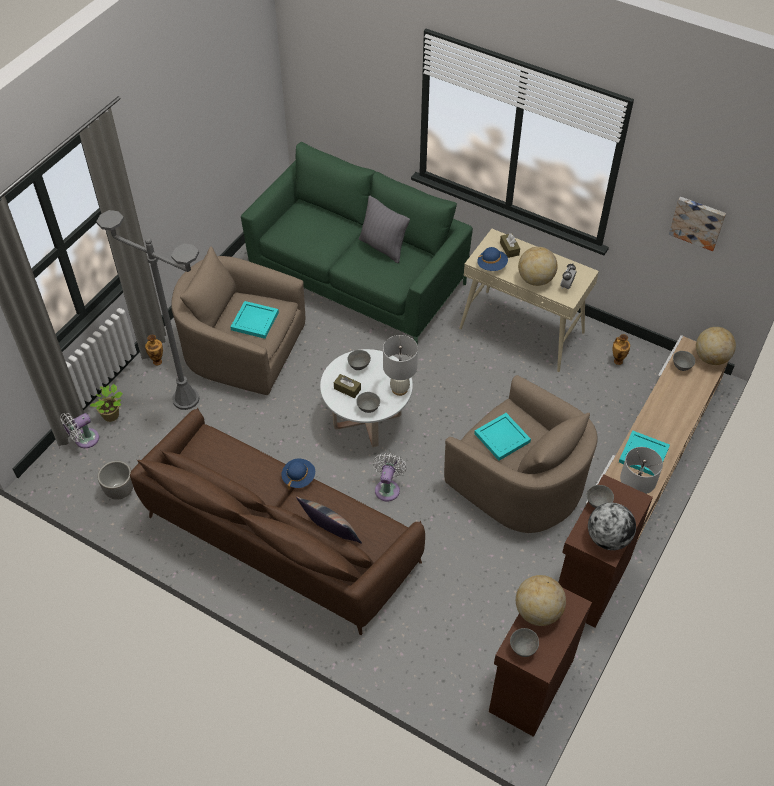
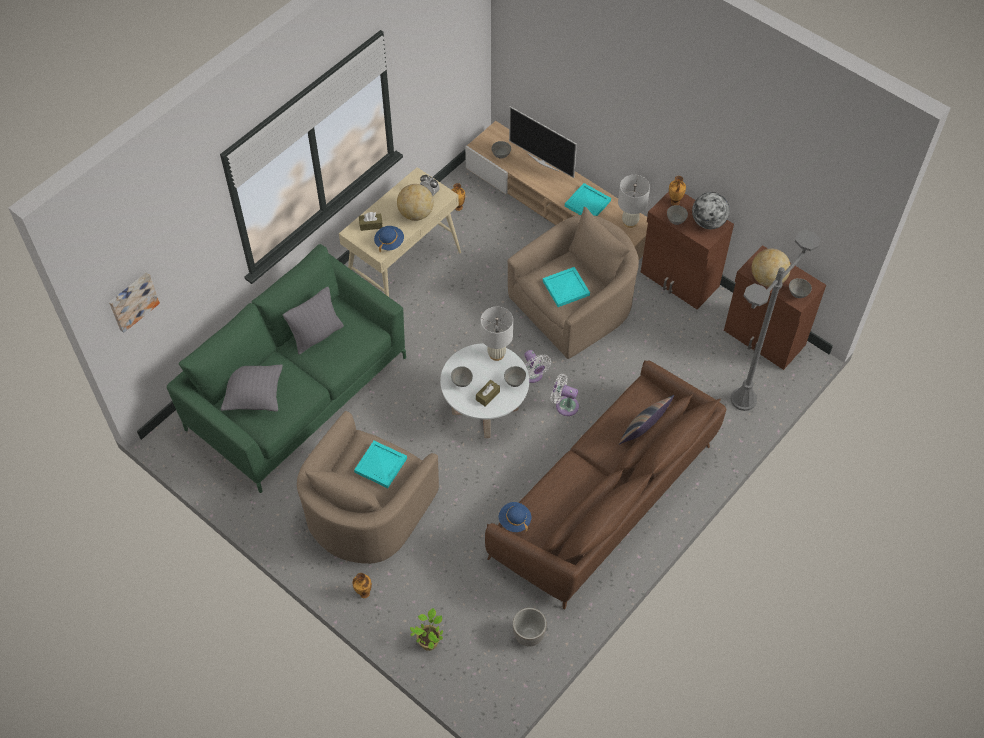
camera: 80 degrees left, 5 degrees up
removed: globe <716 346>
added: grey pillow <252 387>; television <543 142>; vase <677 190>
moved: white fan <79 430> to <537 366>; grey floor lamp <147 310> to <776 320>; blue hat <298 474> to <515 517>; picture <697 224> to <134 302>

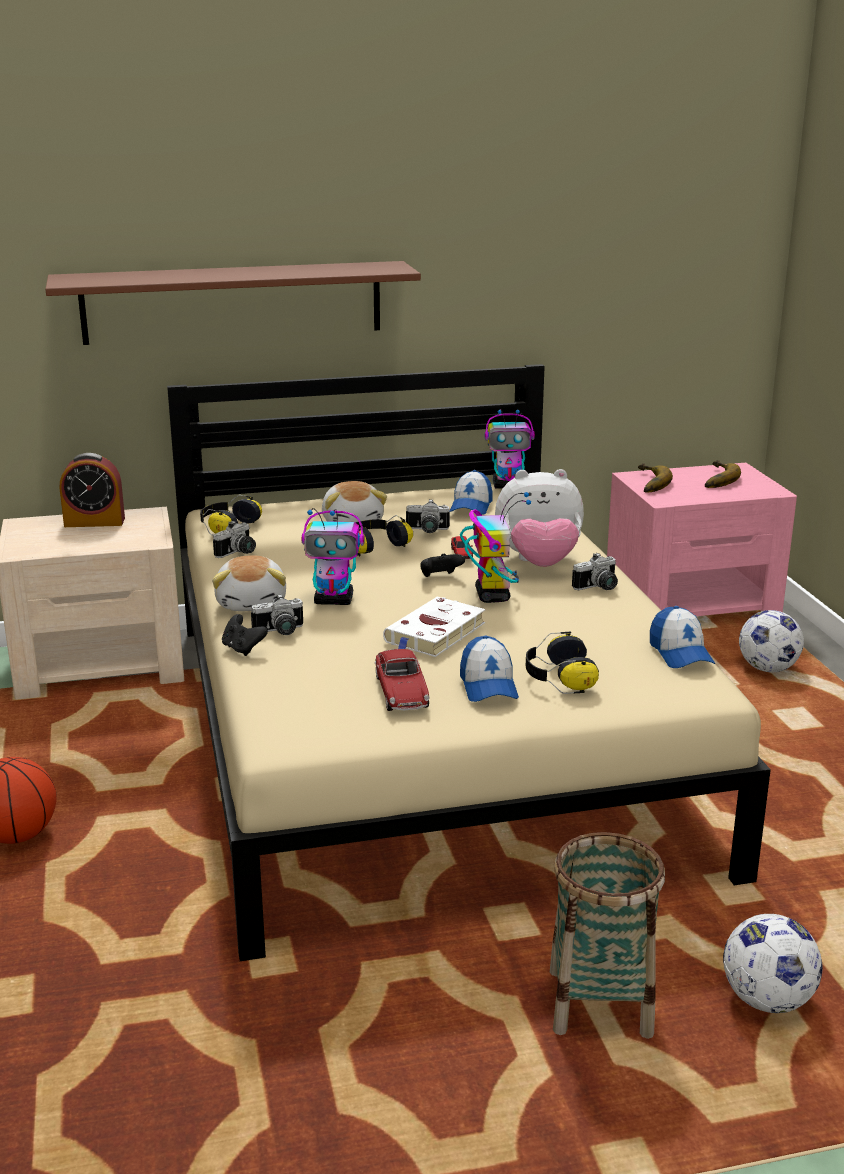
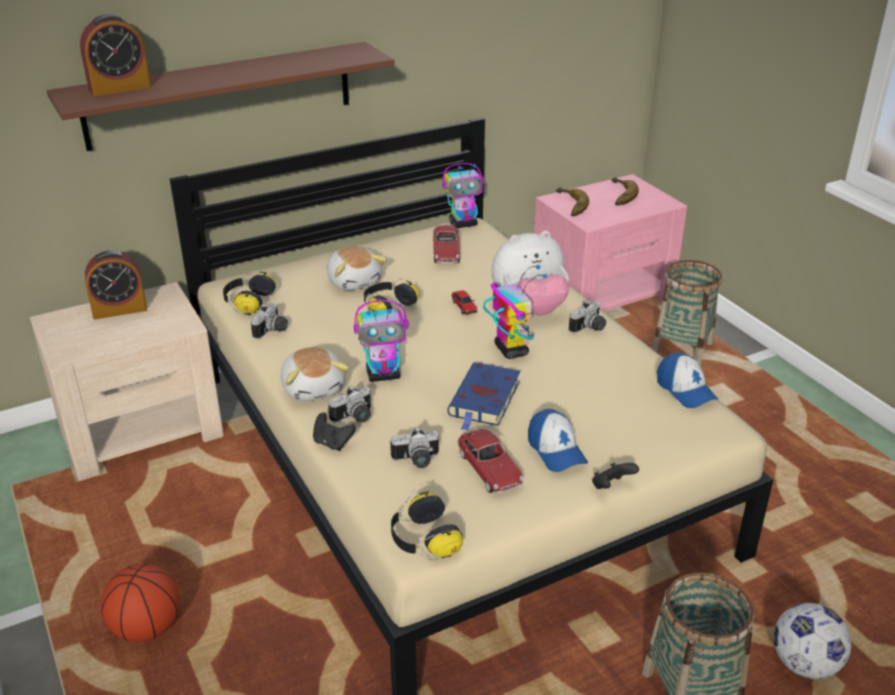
camera: 15 degrees left, 10 degrees up
added: alarm clock <115 55>
moved: photo camera <428 516> to <414 447>; black game controller <442 565> to <615 476>; headphones <562 663> to <427 526>
replaced: cap <471 492> to toy car <446 244>; football <771 641> to basket <687 313>
recoloured: white book <434 627> to blue book <483 396>

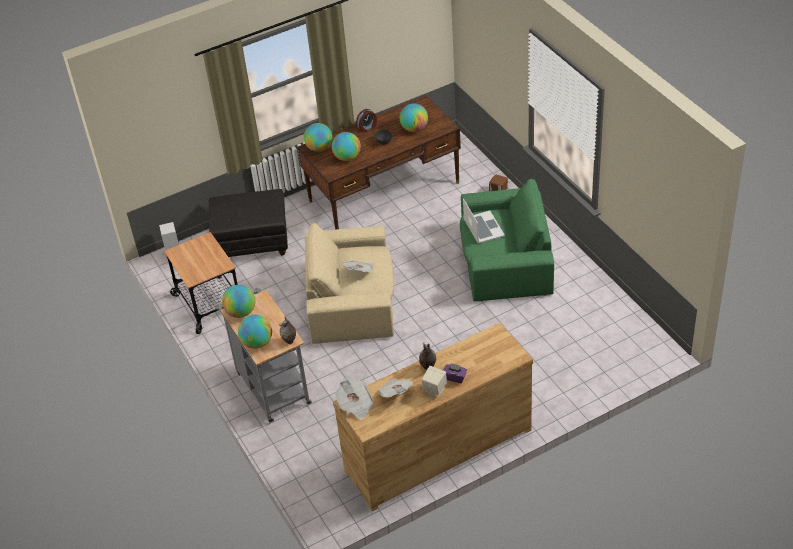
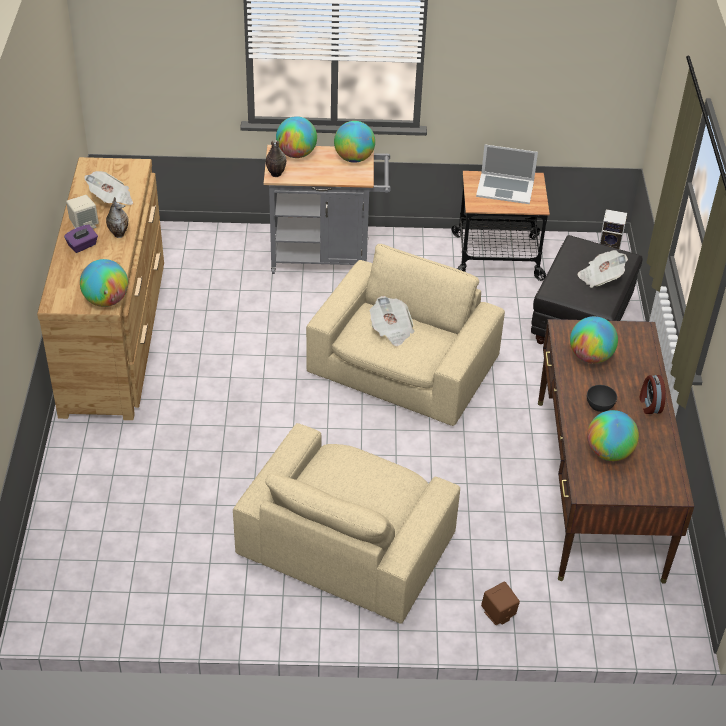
camera: 115 degrees right, 0 degrees up
moved: globe <318 137> to <104 283>; newspaper <354 399> to <603 269>; laptop <484 221> to <507 174>
recoloured: green armchair <507 240> to beige armchair <346 523>

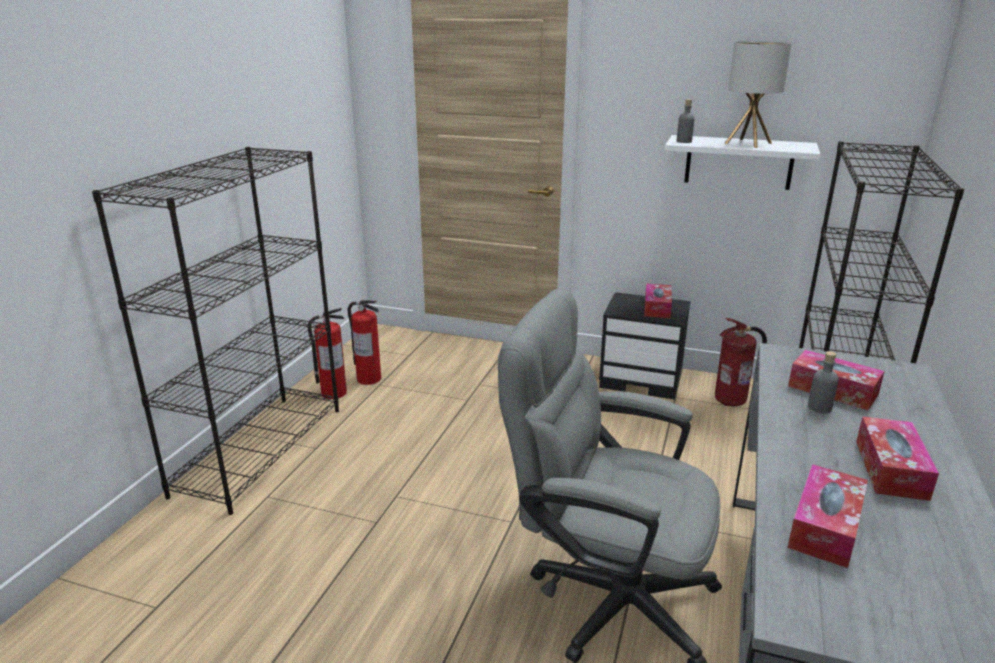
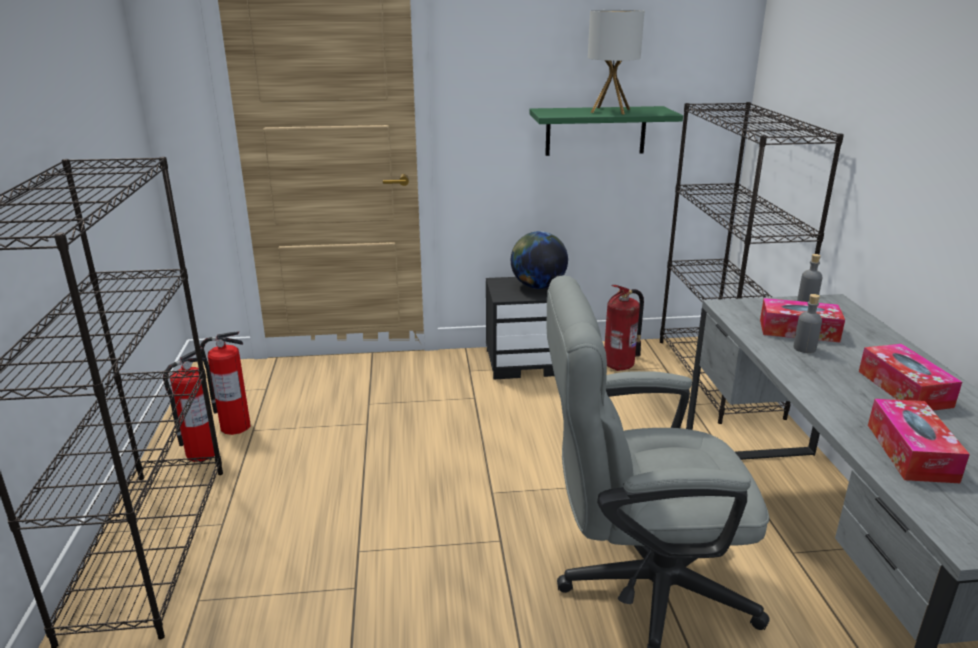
camera: 25 degrees left, 0 degrees up
moved: grey bottle <686 121> to <810 278>
replaced: tissue box <658 300> to globe <539 260>
recoloured: white shelf <743 162> to green shelf <606 131>

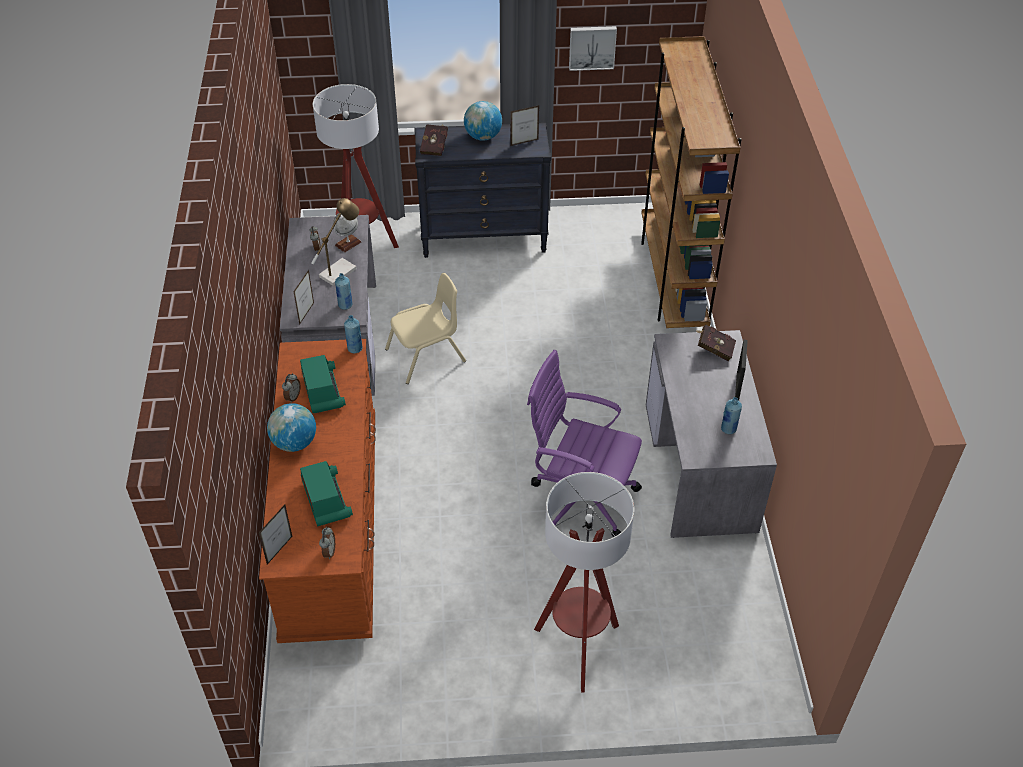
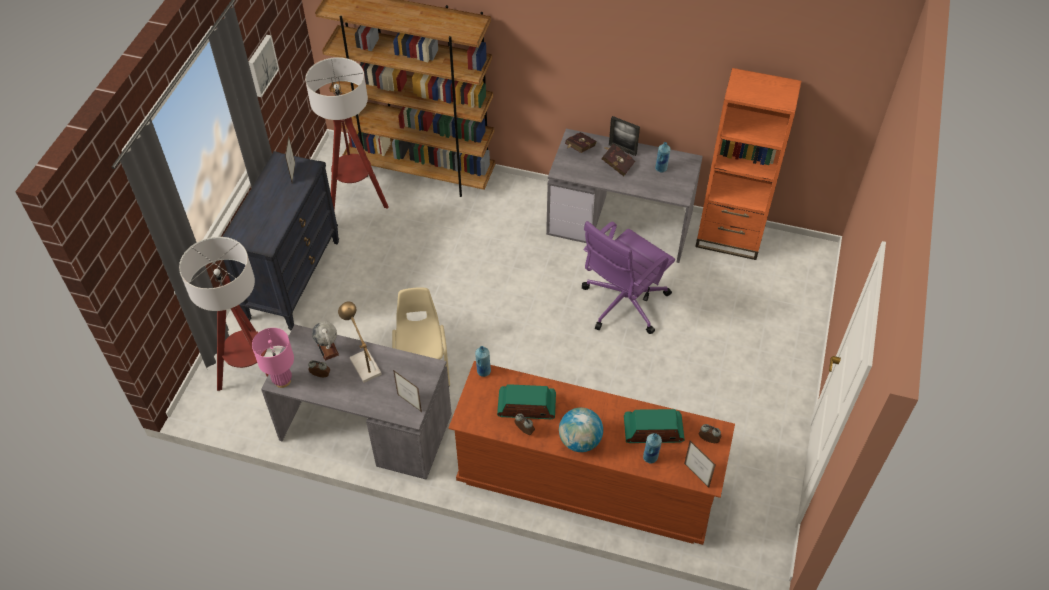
camera: 70 degrees left, 5 degrees up
removed: globe <483 121>
added: pink table lamp <273 358>; orange bookcase <748 164>
moved: blue bottle <343 291> to <652 448>; red book <434 140> to <618 160>; floor lamp <584 582> to <347 134>

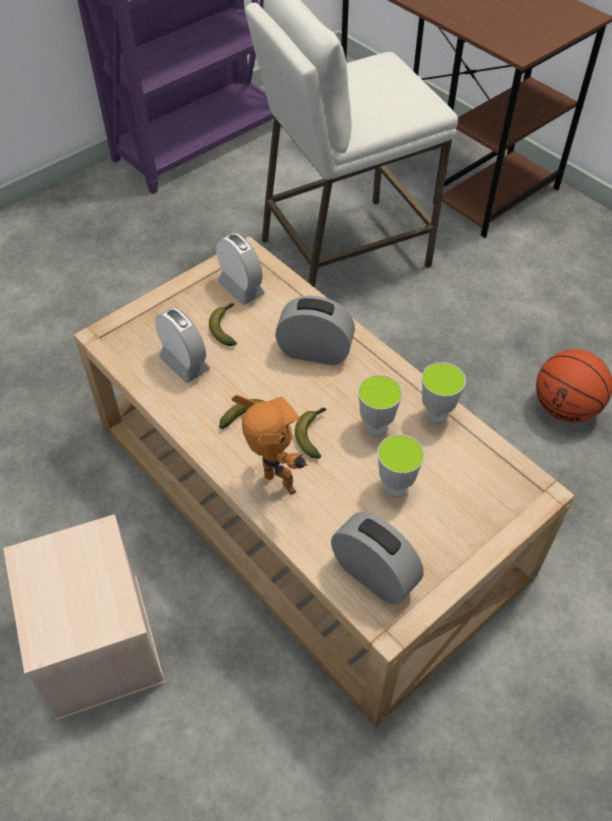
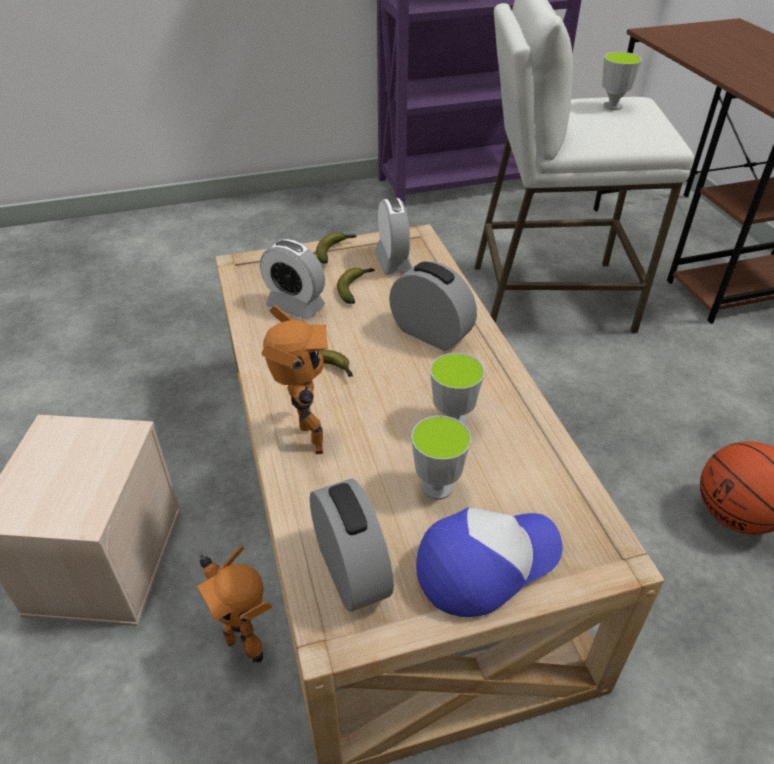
camera: 25 degrees right, 10 degrees down
added: toy robot <234 605>; cap <489 562>
moved: banana <311 433> to <336 248>; cup <444 392> to <622 81>
turned: alarm clock <182 345> = <292 279> 135 degrees clockwise

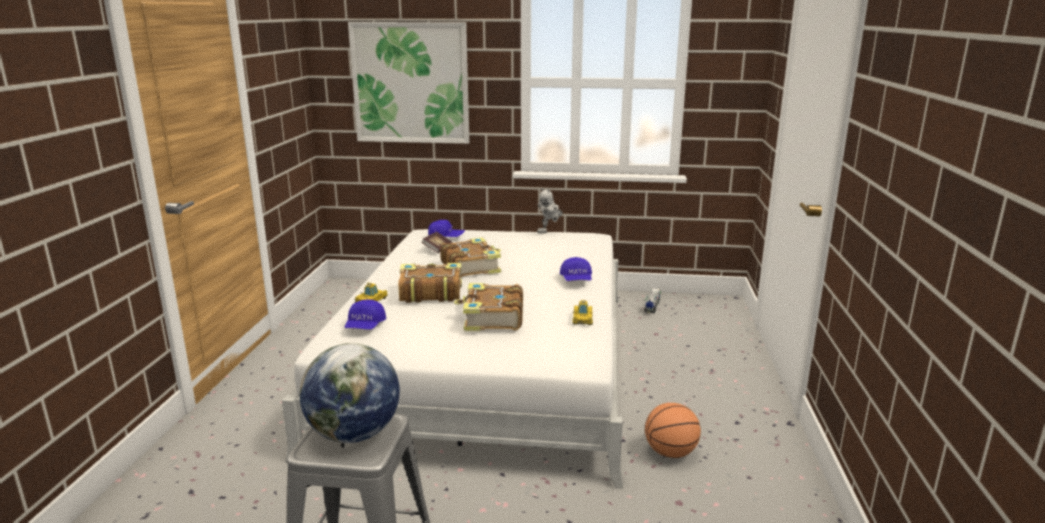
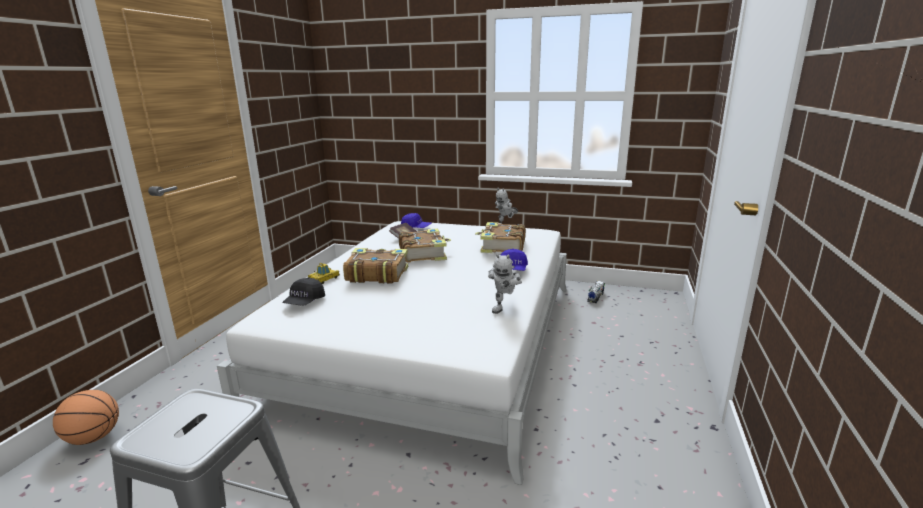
camera: 10 degrees right, 0 degrees up
removed: globe <350 393>; picture <408 83>
moved: book <488 307> to <500 237>; basketball <673 430> to <86 417>
replaced: toy car <583 312> to toy robot <505 284>
recoloured: blue cap <365 314> to black cap <303 292>

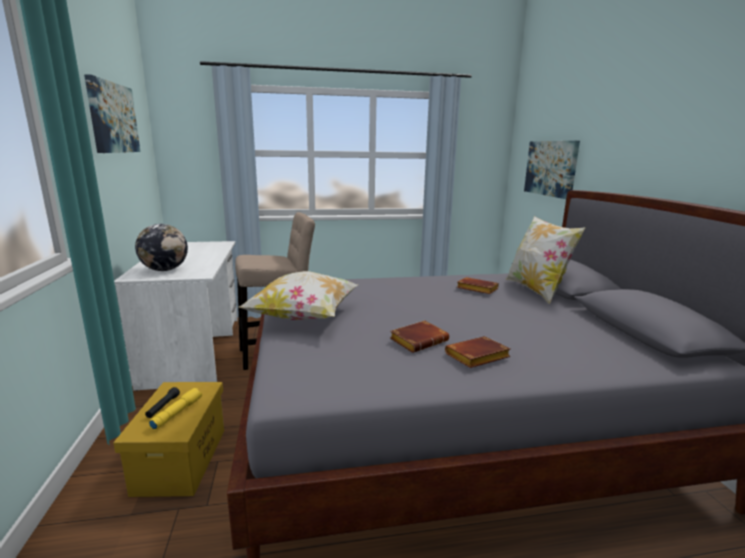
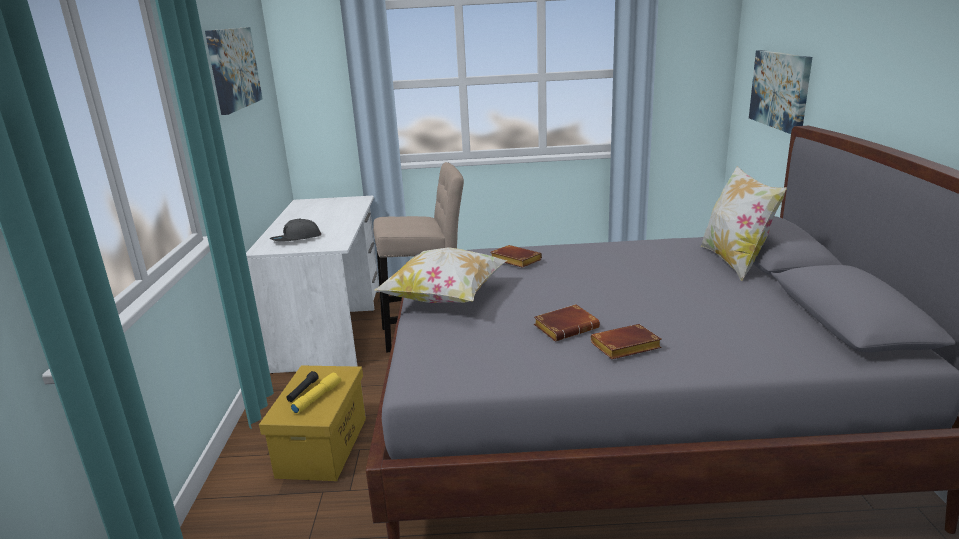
camera: 10 degrees right, 5 degrees up
moved: brown book <477 285> to <516 256>
replaced: globe <161 247> to grey cap <295 229>

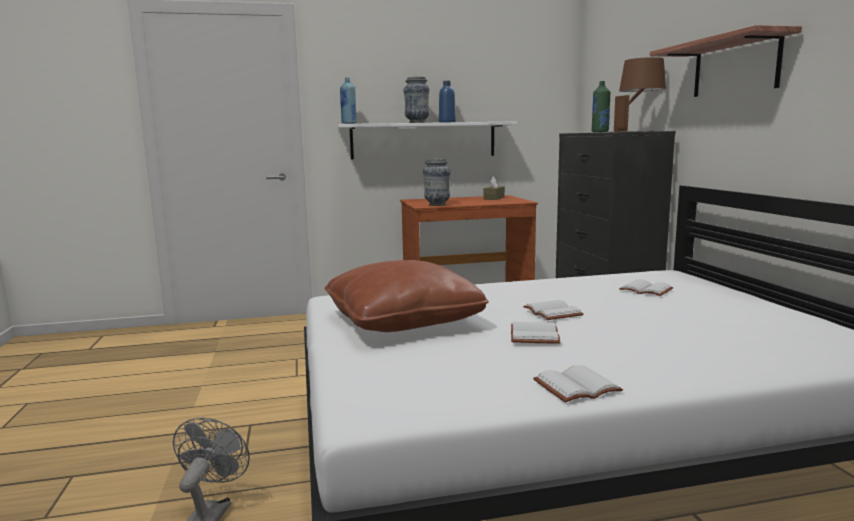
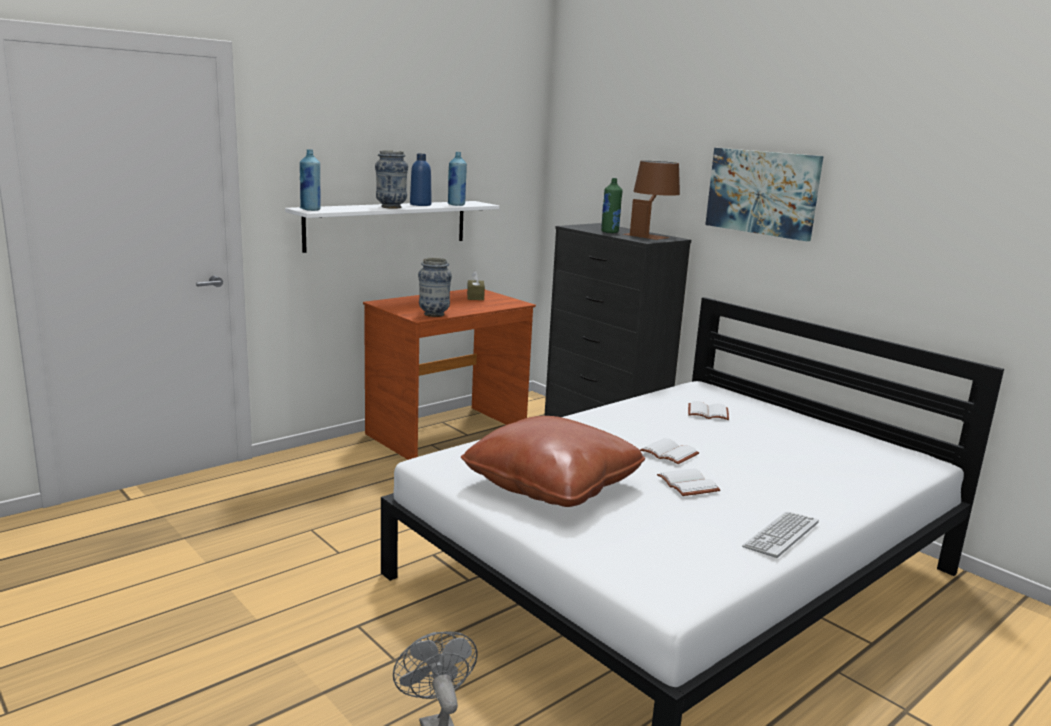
camera: 30 degrees left, 5 degrees up
added: blue bottle <457 179>
replaced: white book <578 384> to keyboard <780 535>; shelf <726 61> to picture <764 194>

